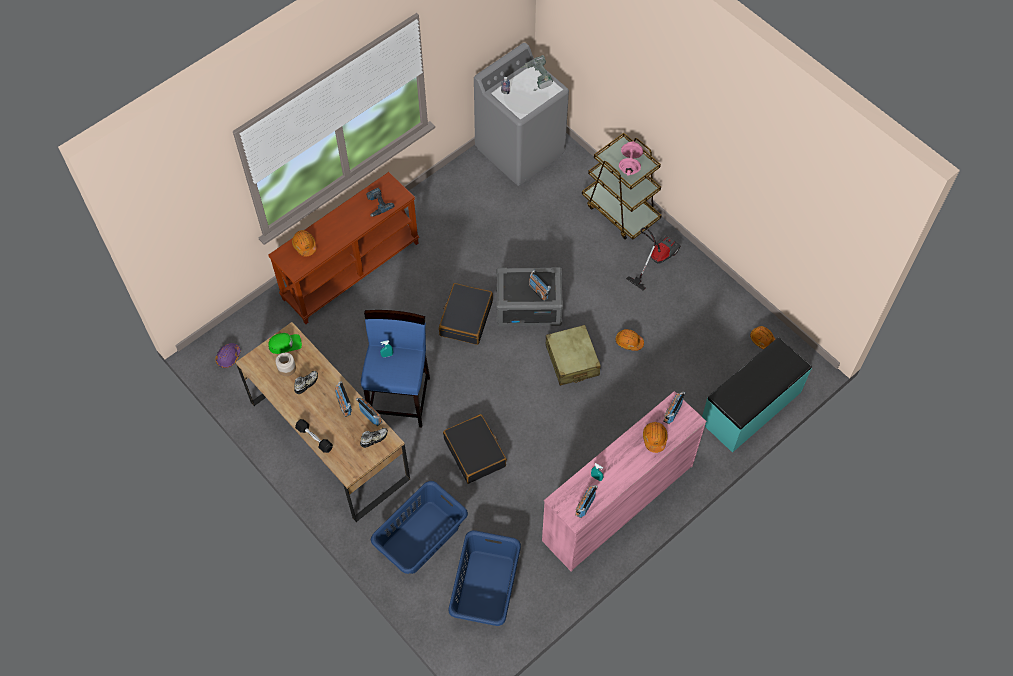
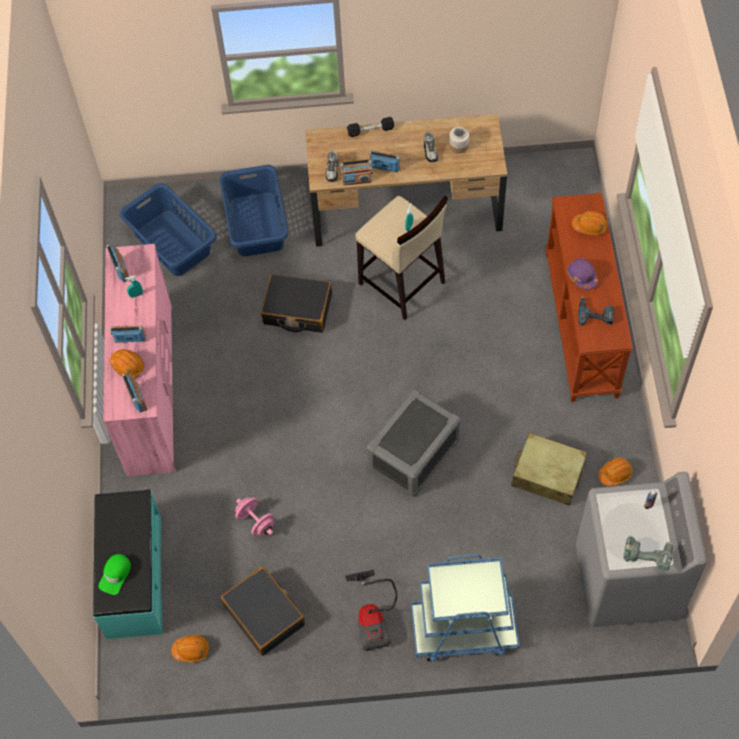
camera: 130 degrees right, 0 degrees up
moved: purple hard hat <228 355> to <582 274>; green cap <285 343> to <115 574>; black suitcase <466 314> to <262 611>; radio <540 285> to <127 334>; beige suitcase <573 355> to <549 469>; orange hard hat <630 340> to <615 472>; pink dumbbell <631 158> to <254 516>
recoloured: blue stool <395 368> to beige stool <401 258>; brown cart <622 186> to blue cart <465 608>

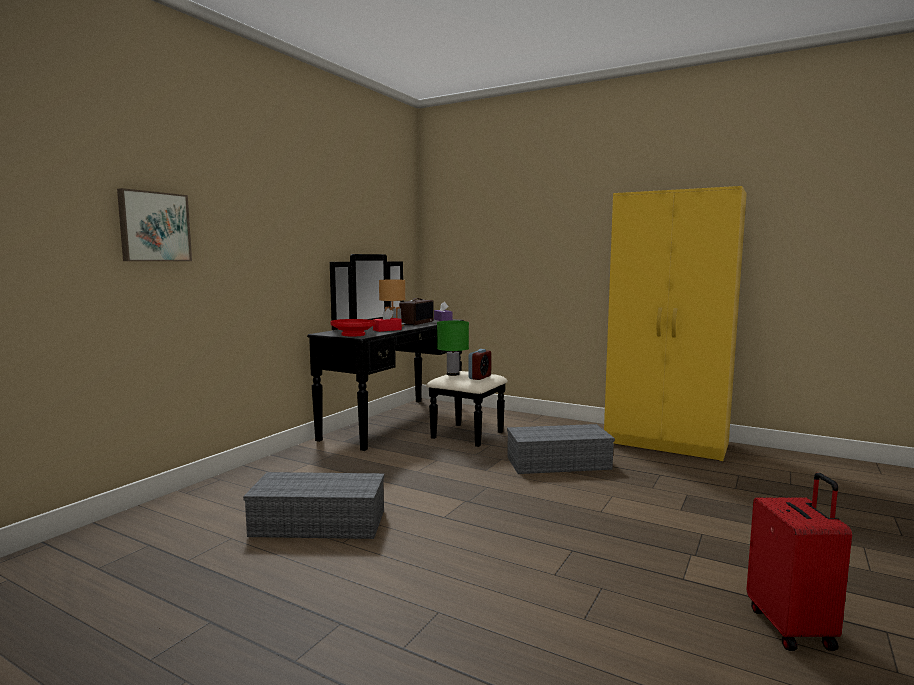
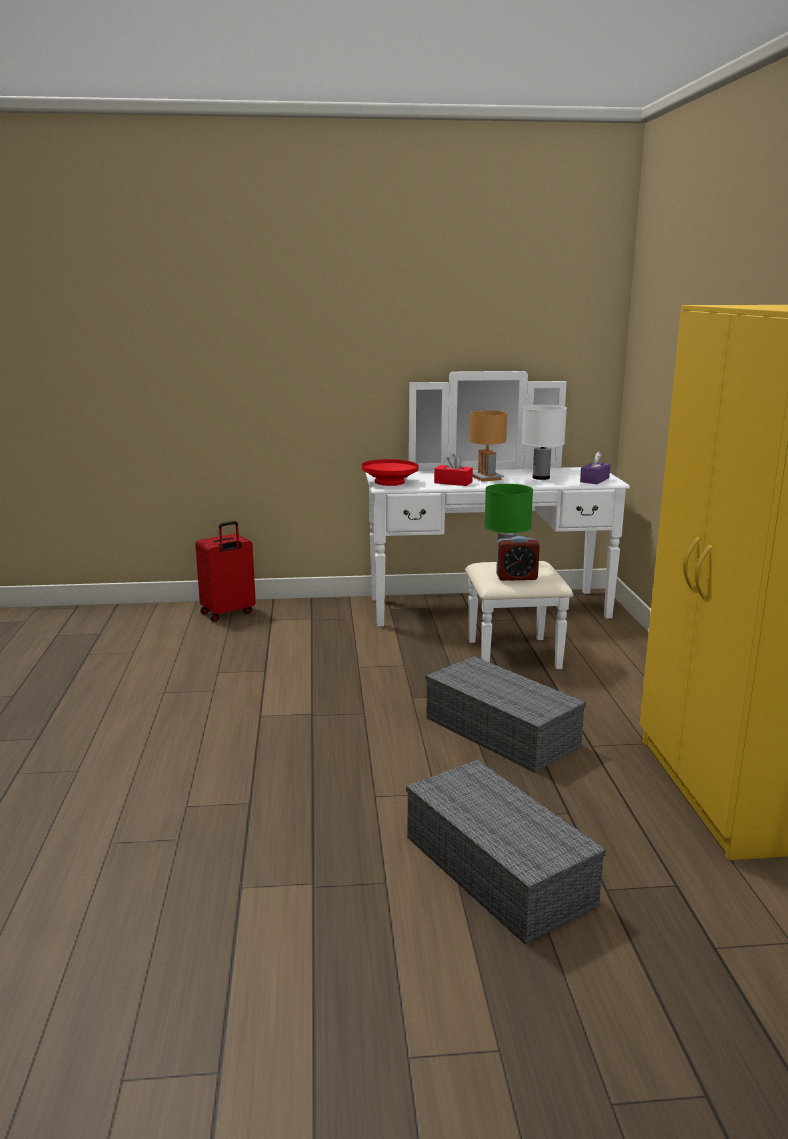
camera: 55 degrees right, 10 degrees up
removed: picture <154 224>
moved: grey storage box <313 505> to <506 852>; red suitcase <799 562> to <225 571>
replaced: radio <416 311> to white table lamp <544 442>
recoloured: black dresser <407 352> to white dresser <498 520>

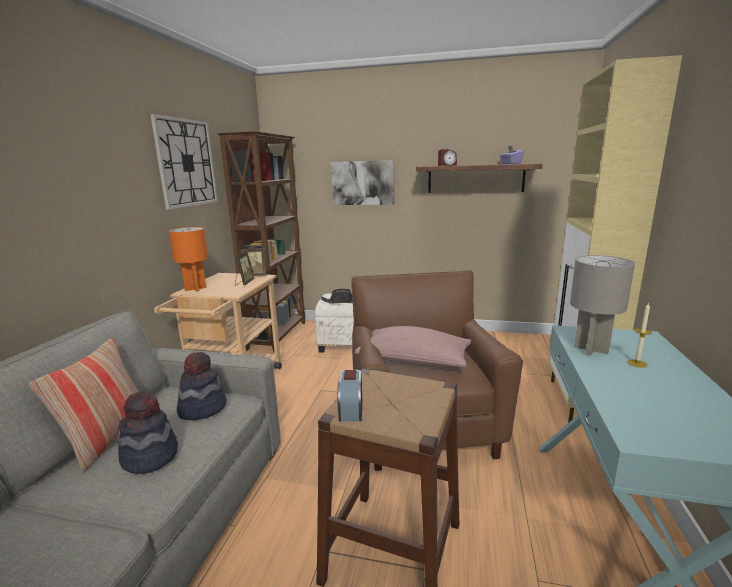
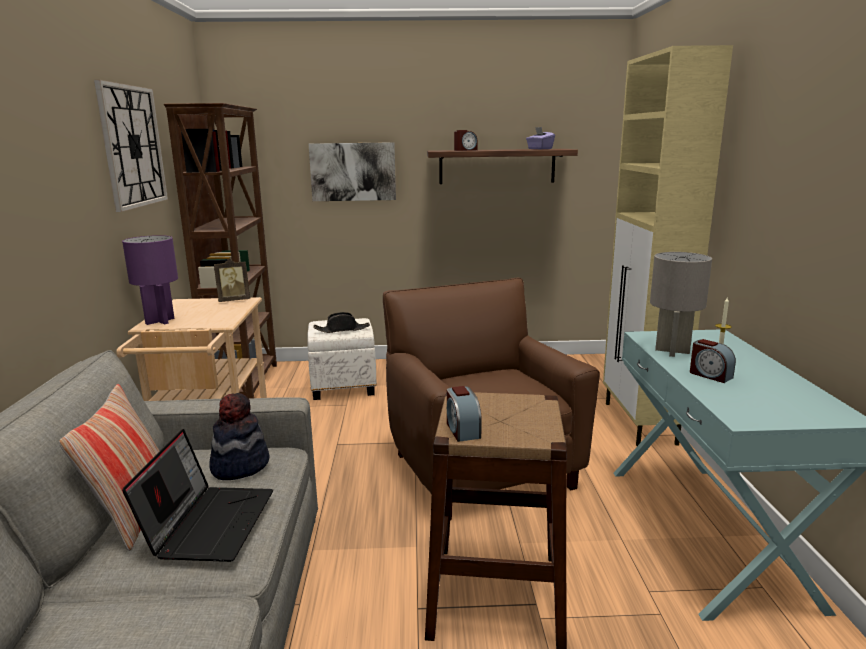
camera: 15 degrees left, 0 degrees up
removed: picture frame <244 268>; pink pillow <412 347>
added: alarm clock <713 361>
replaced: hat <148 432> to laptop <197 495>
recoloured: orange table lamp <188 259> to purple table lamp <150 280>

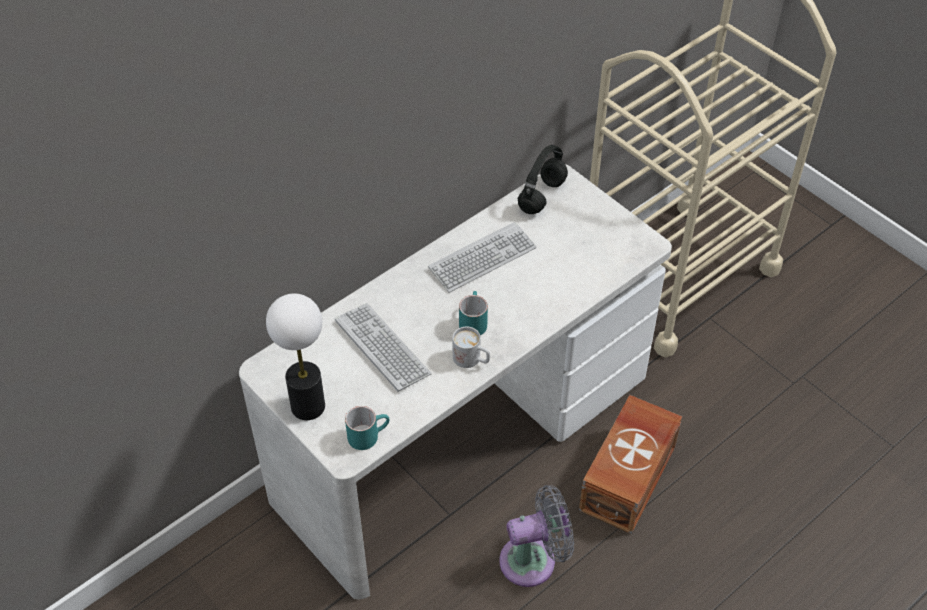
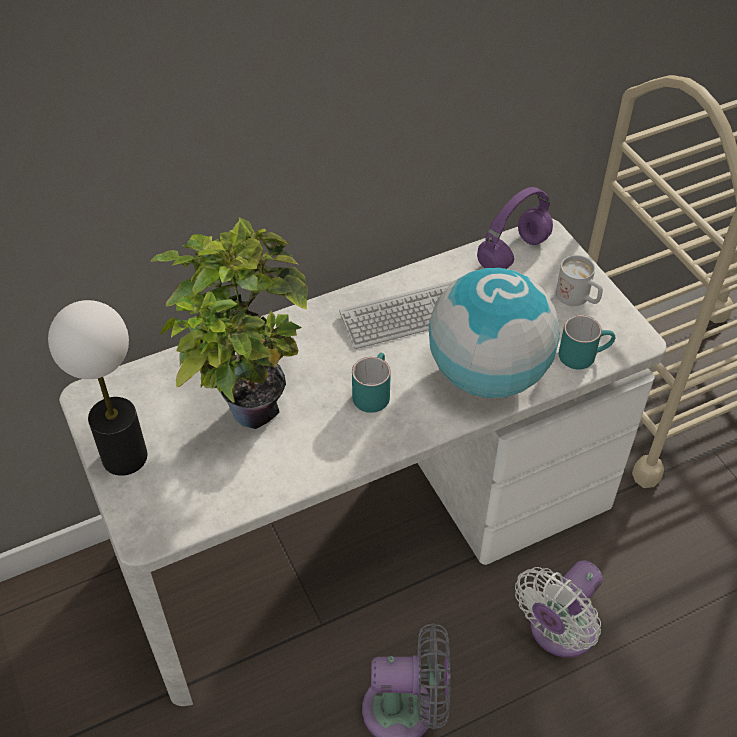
camera: 15 degrees right, 0 degrees up
added: globe <494 333>
moved: turquoise mug <367 428> to <587 342>; white mug <471 347> to <579 280>
replaced: keyboard <383 347> to potted plant <228 323>; brown storage box <630 464> to white fan <558 609>
recoloured: black headphones <543 179> to purple headphones <515 228>

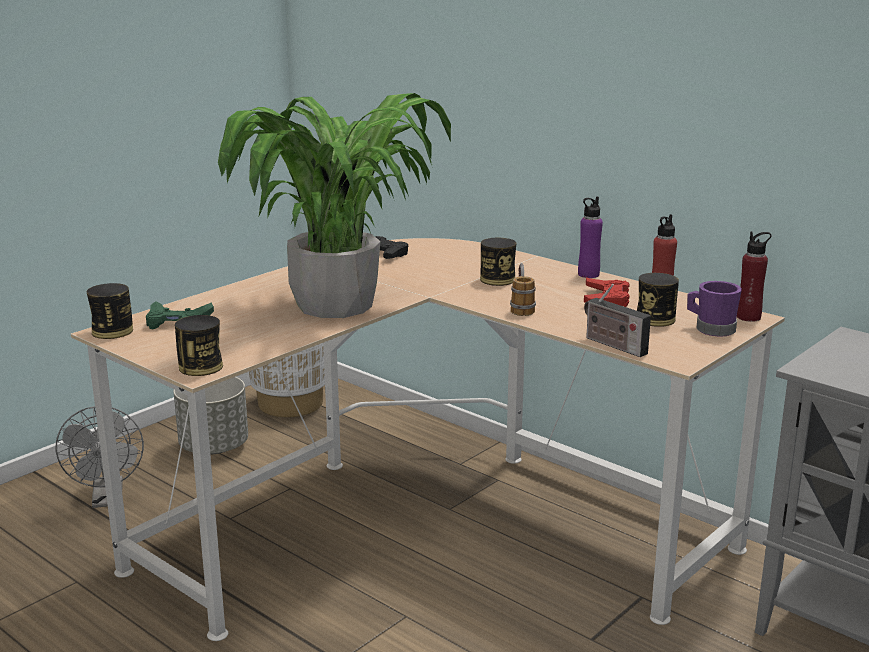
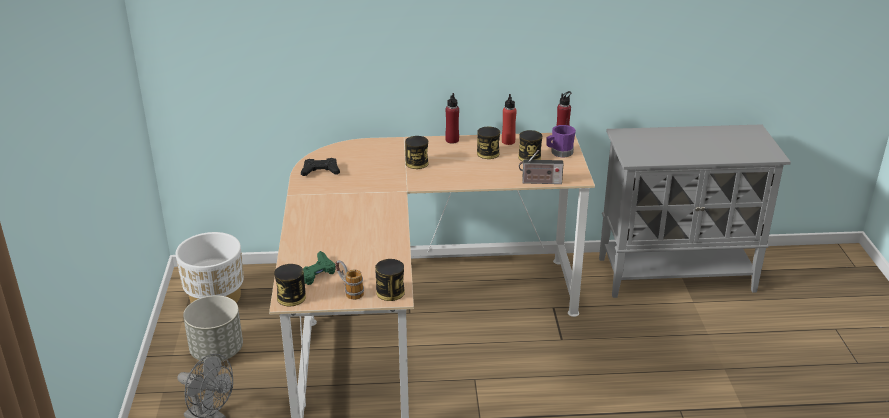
camera: 45 degrees left, 10 degrees up
removed: potted plant <334 205>
moved: mug <523 289> to <349 280>
replaced: red game controller <607 292> to can <488 143>
recoloured: purple bottle <590 237> to red bottle <452 118>

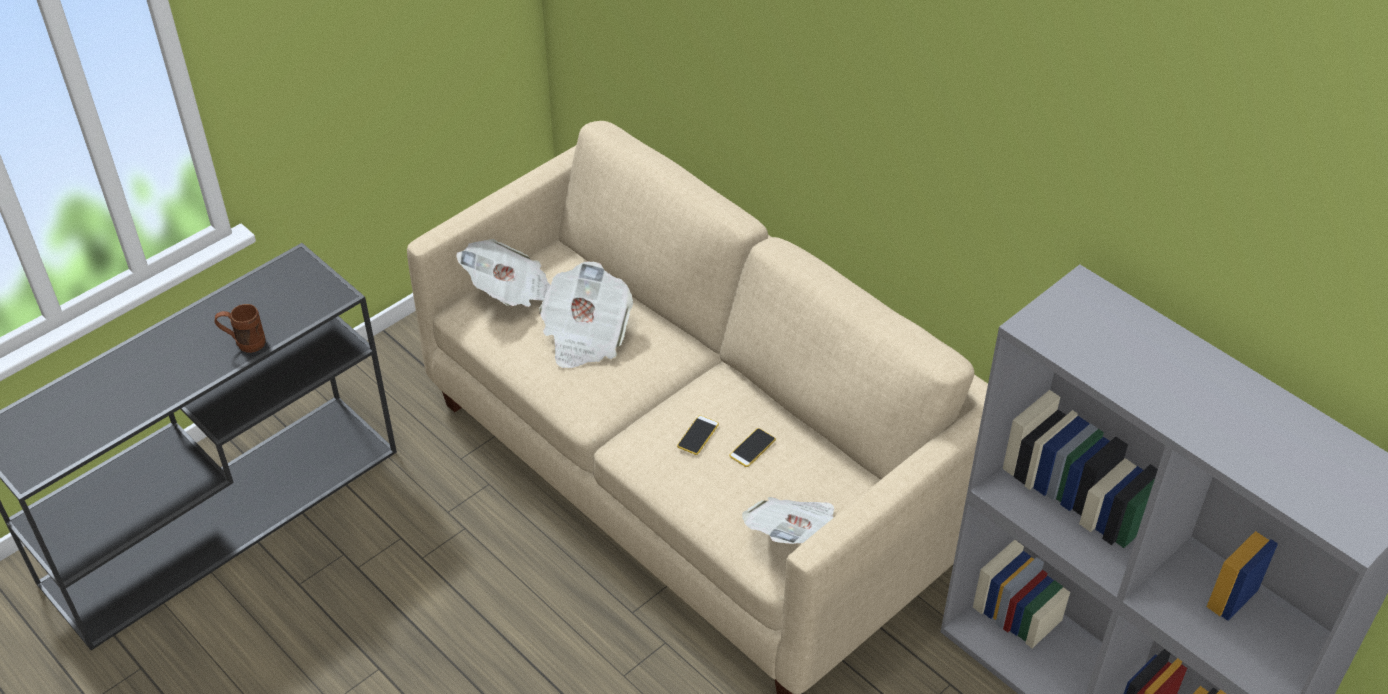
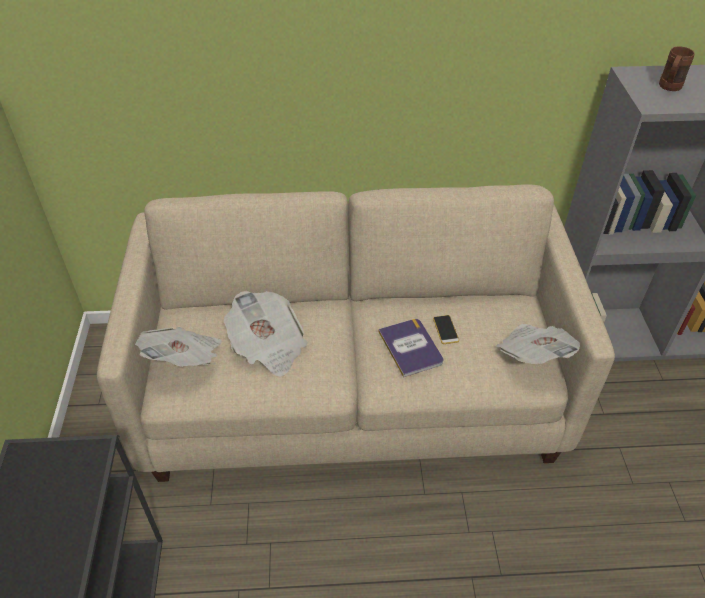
camera: 50 degrees left, 0 degrees up
moved: brown mug <240 328> to <677 69>
replaced: phone <698 435> to book <410 348>

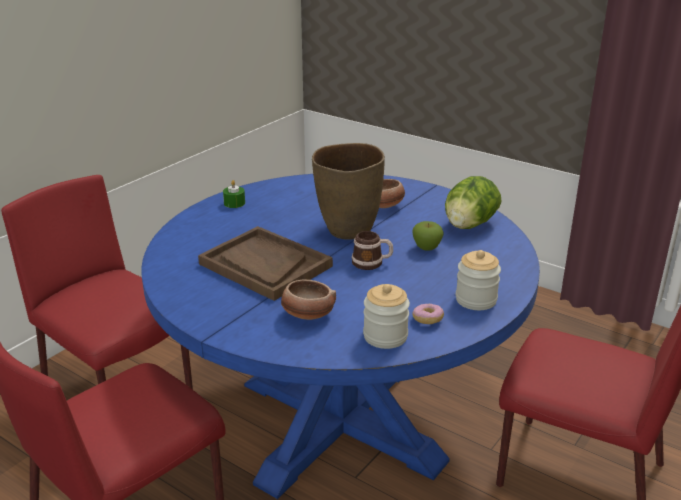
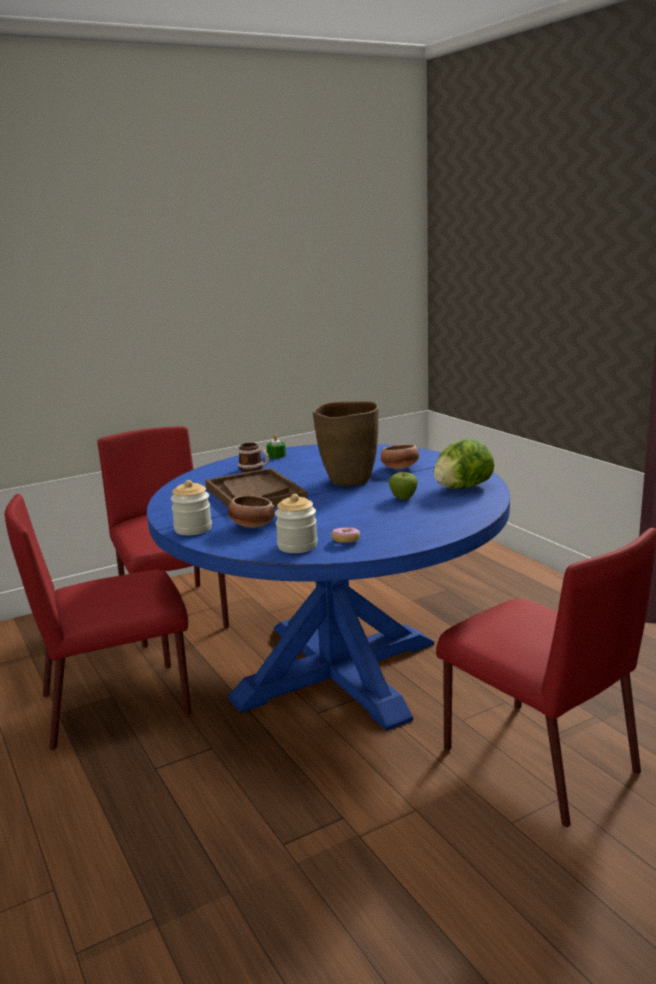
camera: 25 degrees right, 10 degrees down
moved: mug <372 250> to <253 457>; jar <478 280> to <191 507>

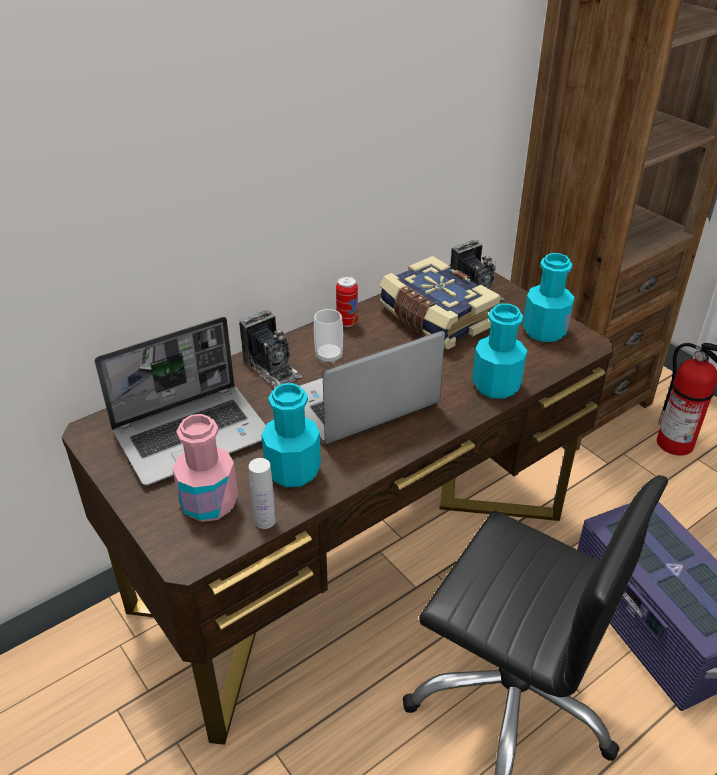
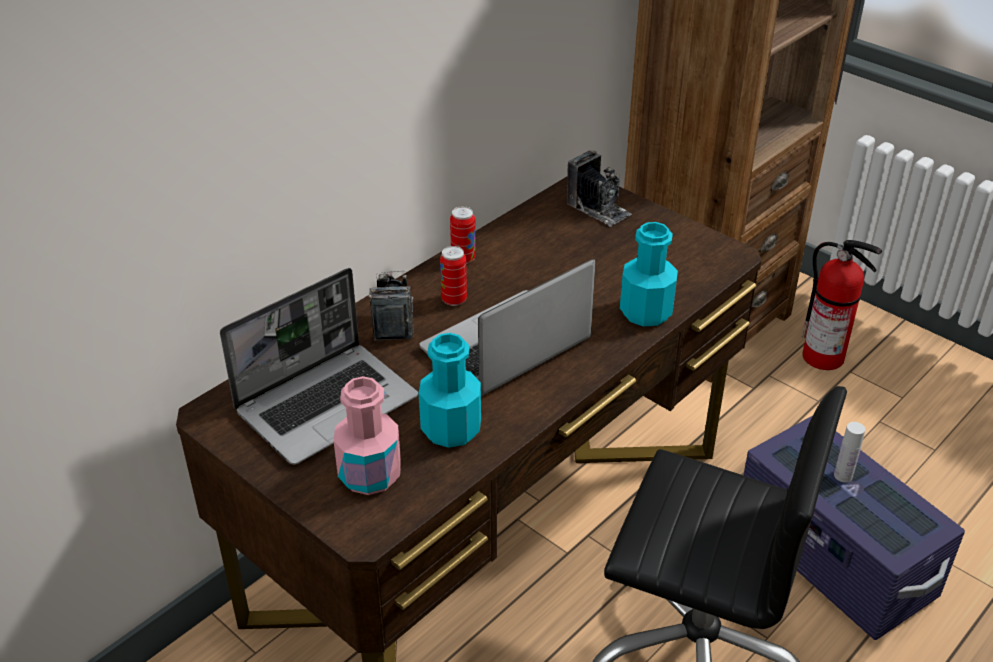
camera: 10 degrees left, 0 degrees up
removed: book <440 303>; turquoise bottle <549 297>
moved: white bottle <262 493> to <849 452>
replaced: cup <328 336> to can <453 276>
turned: photo camera <270 349> = <391 305> 135 degrees counterclockwise

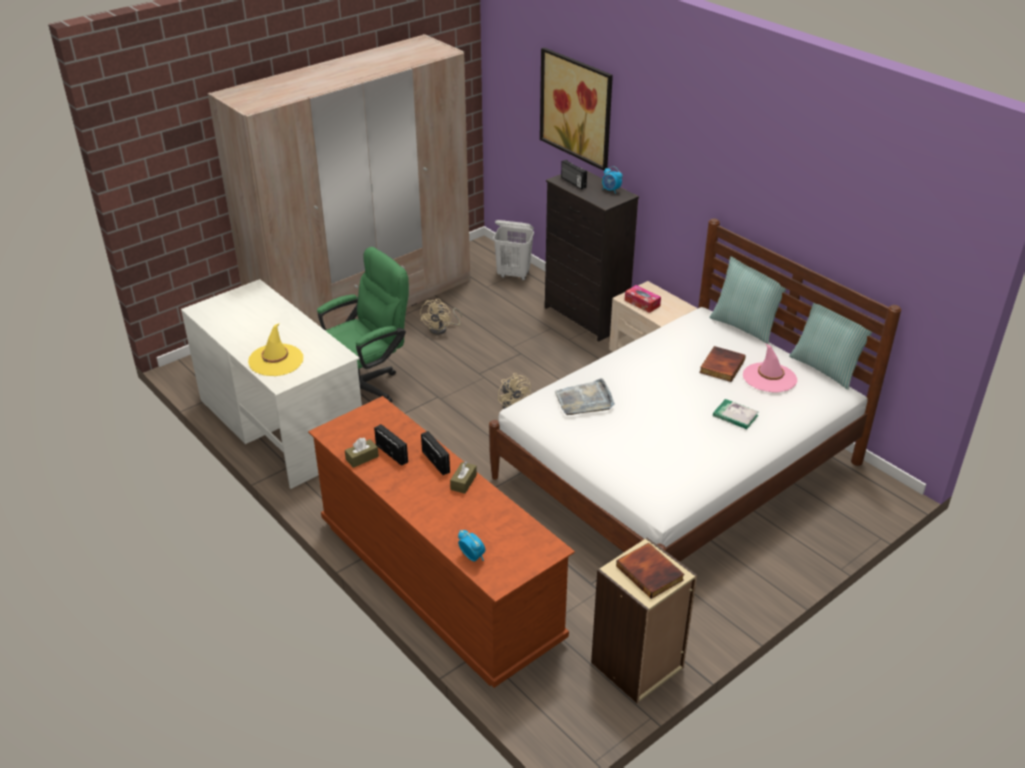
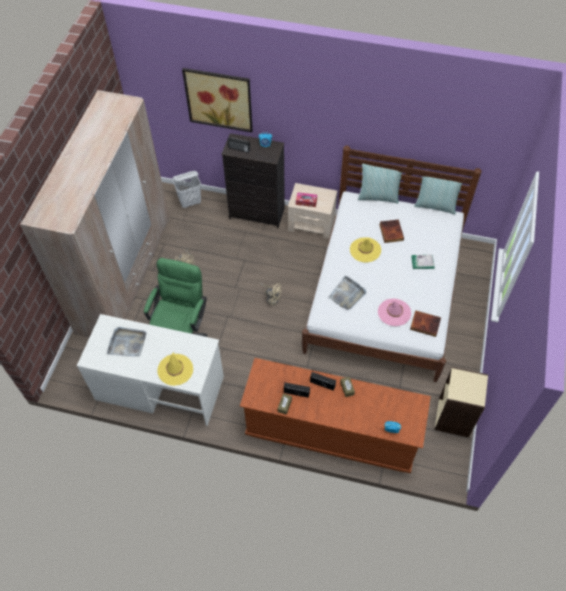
camera: 35 degrees left, 20 degrees up
added: grey tray <127 341>; yellow hat <365 250>
moved: book <650 571> to <425 323>; pink hat <770 367> to <394 312>

